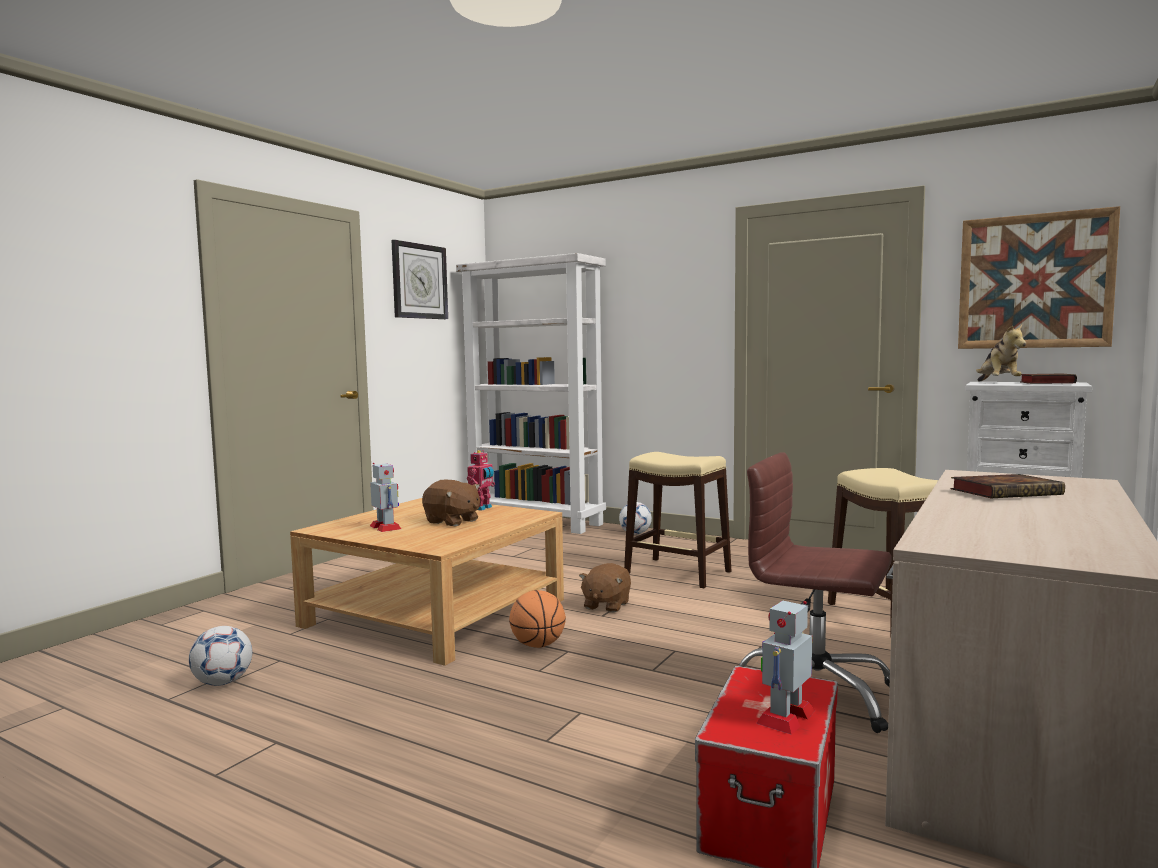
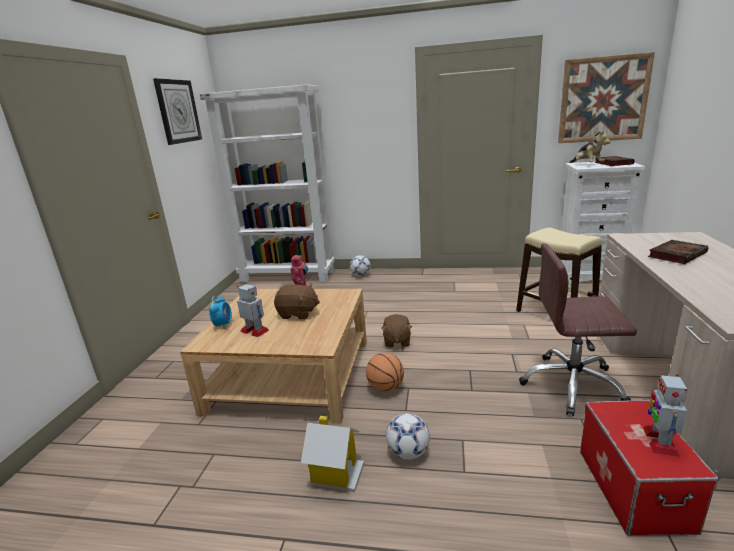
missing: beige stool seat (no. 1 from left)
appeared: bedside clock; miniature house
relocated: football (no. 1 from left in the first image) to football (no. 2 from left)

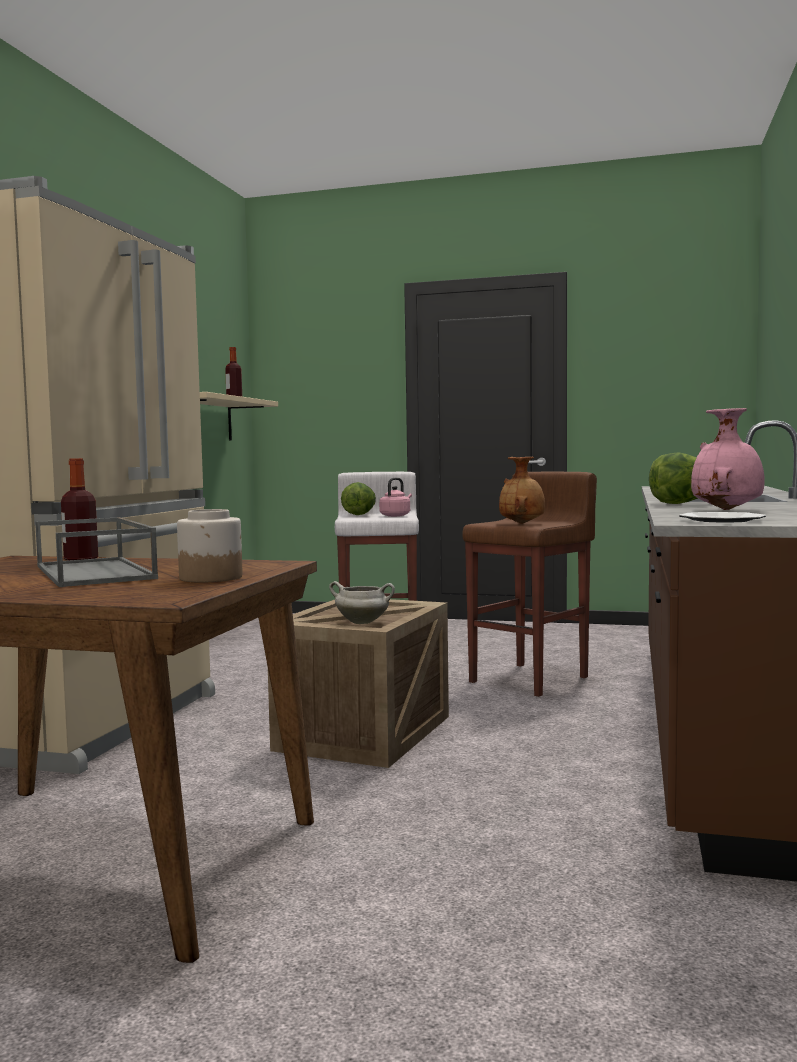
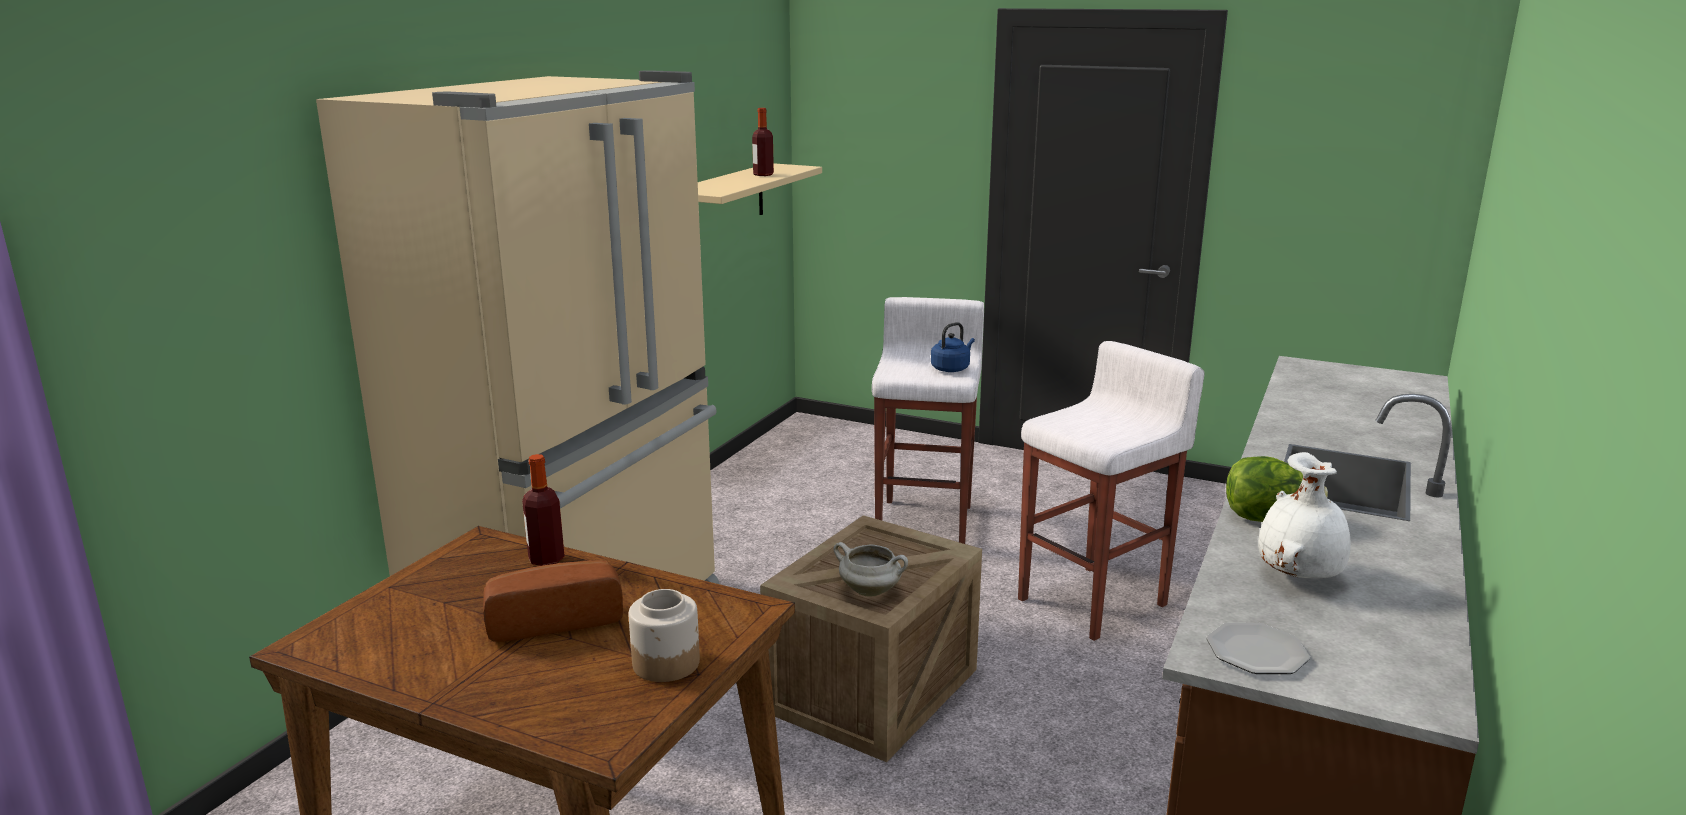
missing: brownish decorative vase; head of lettuce (no. 1 from left)
exchanged: gray serving tray to bakery bread
colour: pinkish decorative vase to whitish decorative vase; brownish stool seat to whitish stool seat (no. 2 from left); pinkish tea kettle to blue-coloured tea kettle

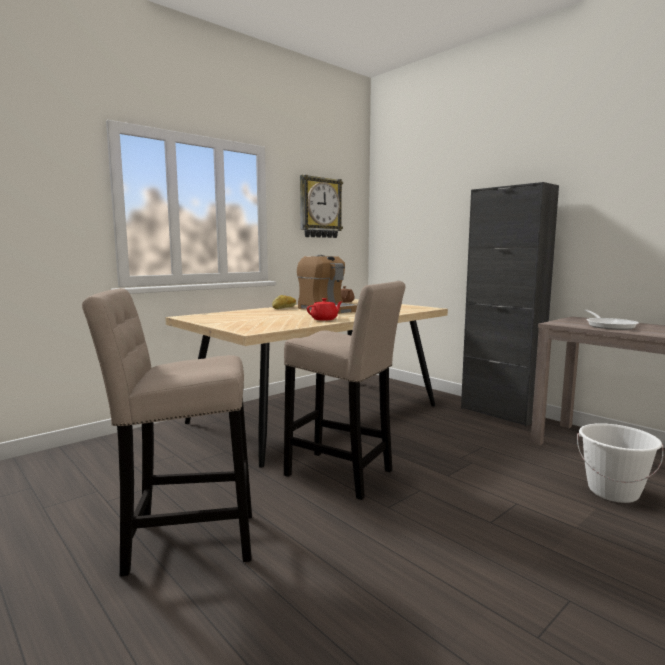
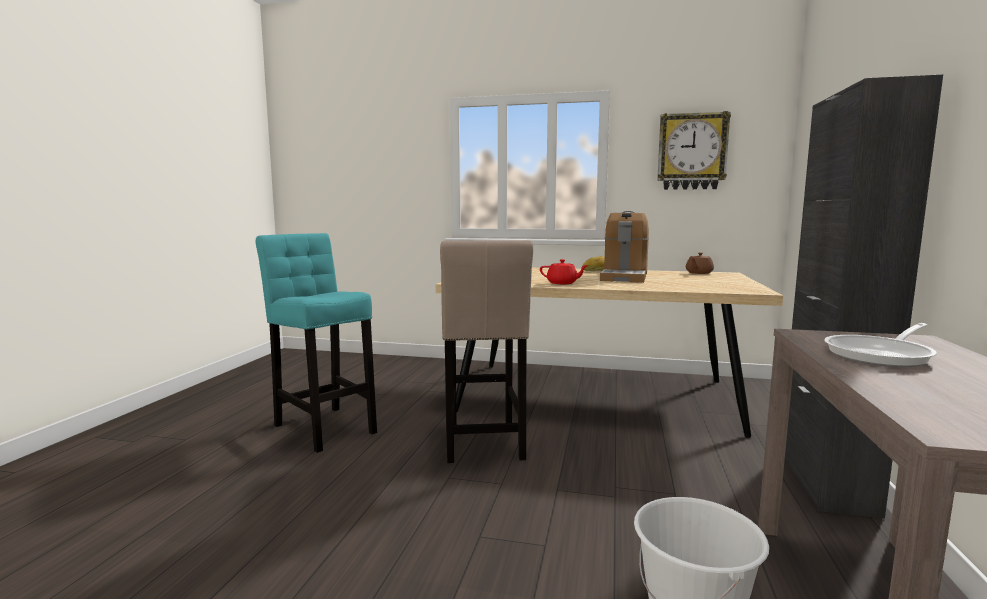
colour: beige stool seat (no. 1 from left) to turquoise-coloured stool seat

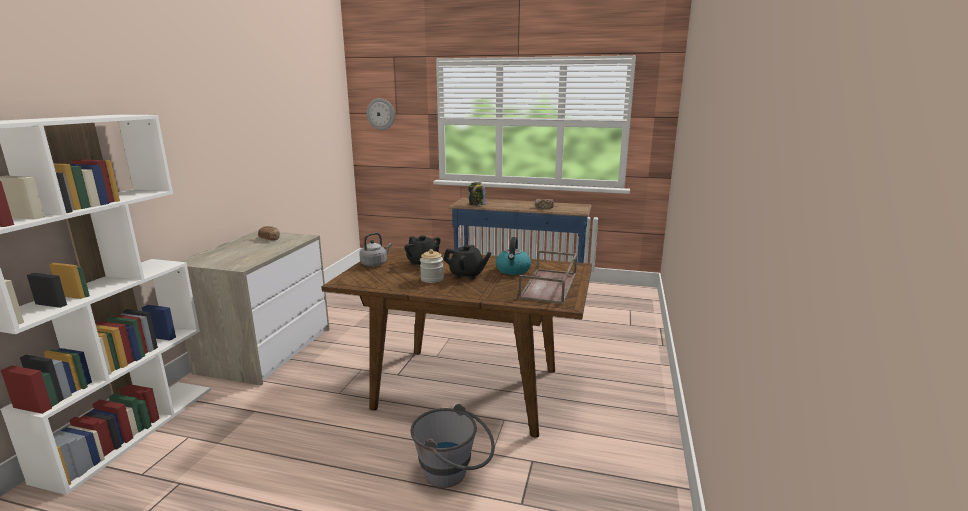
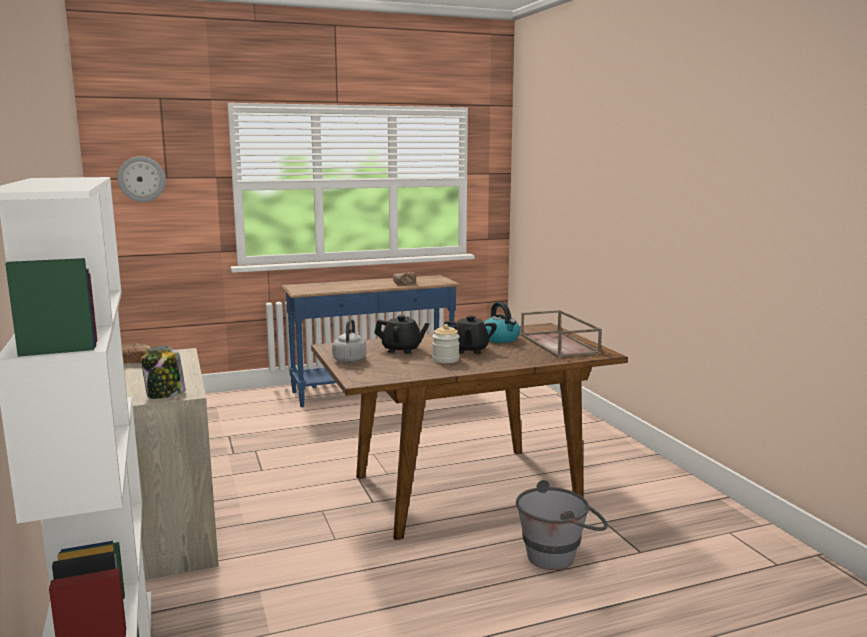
relocated: jar (no. 2 from left in the first image) to jar (no. 1 from left)
spun: black pot for tea (no. 2 from left) 120 degrees clockwise

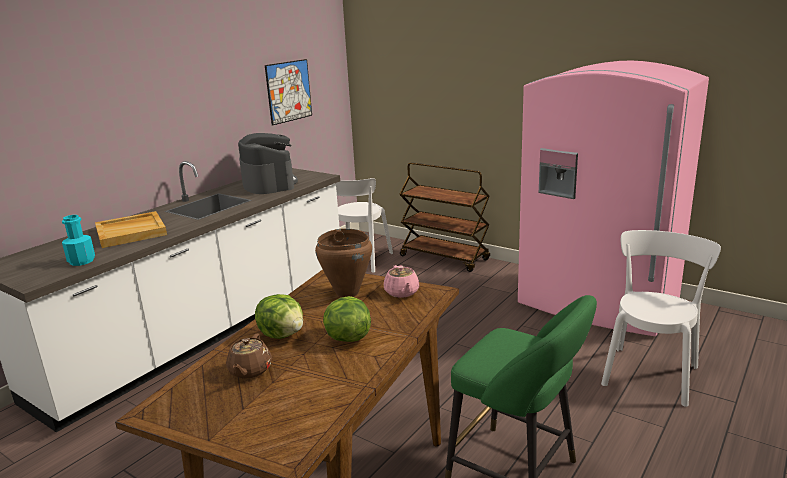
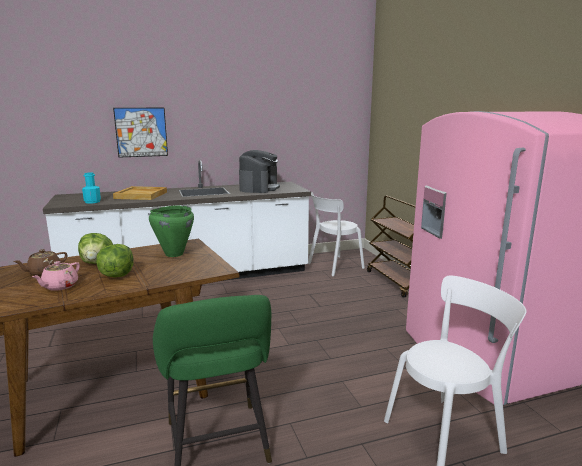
relocated: picture; pinkish pot for tea
colour: brownish saucepot to green saucepot

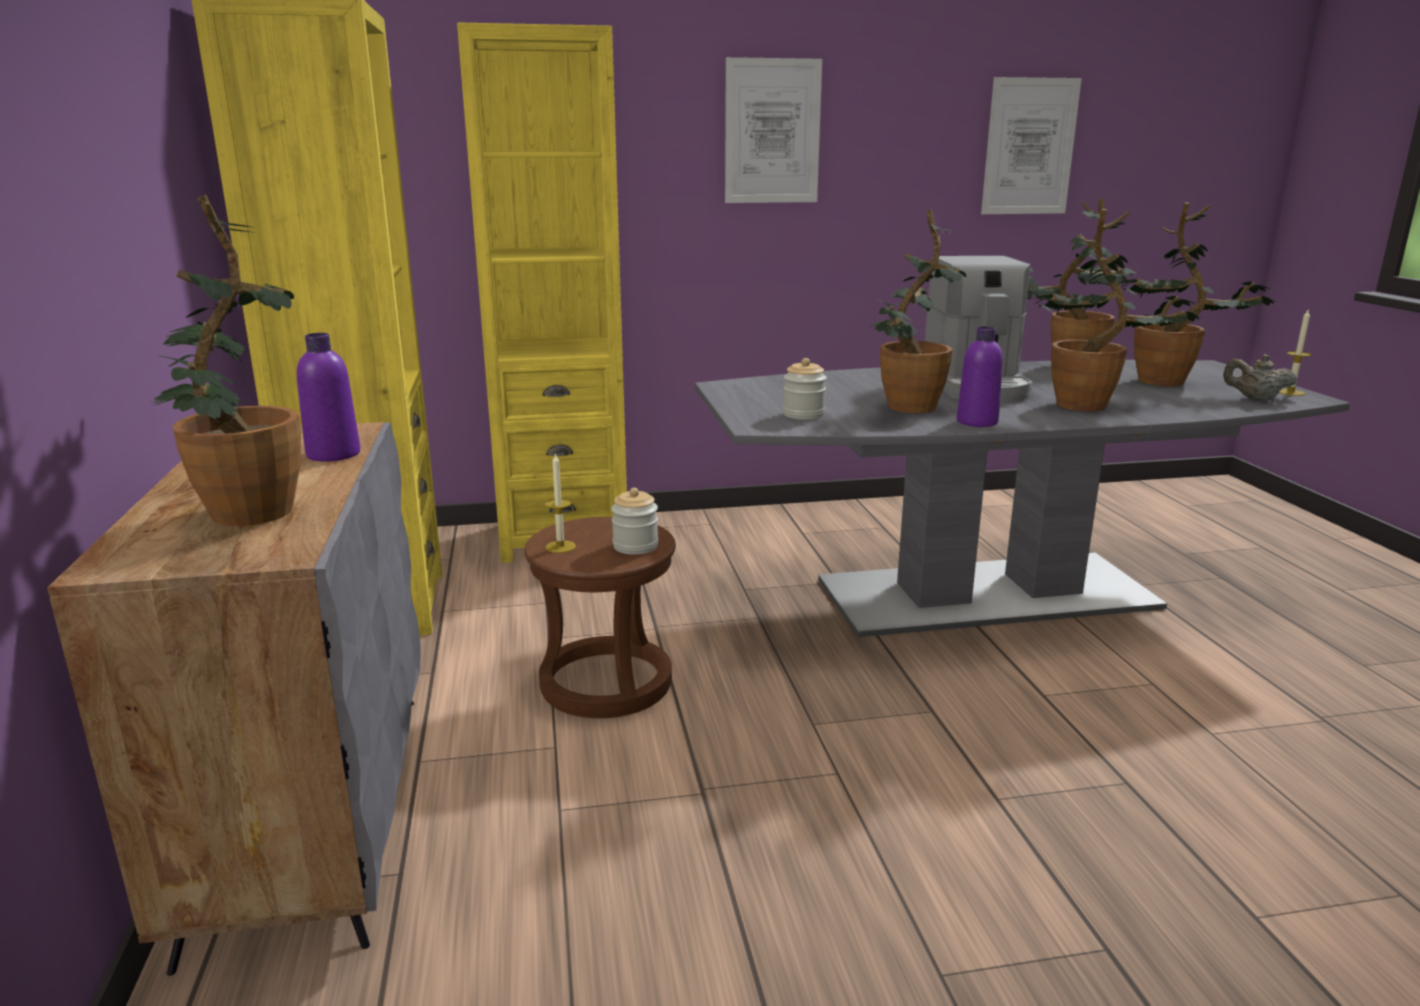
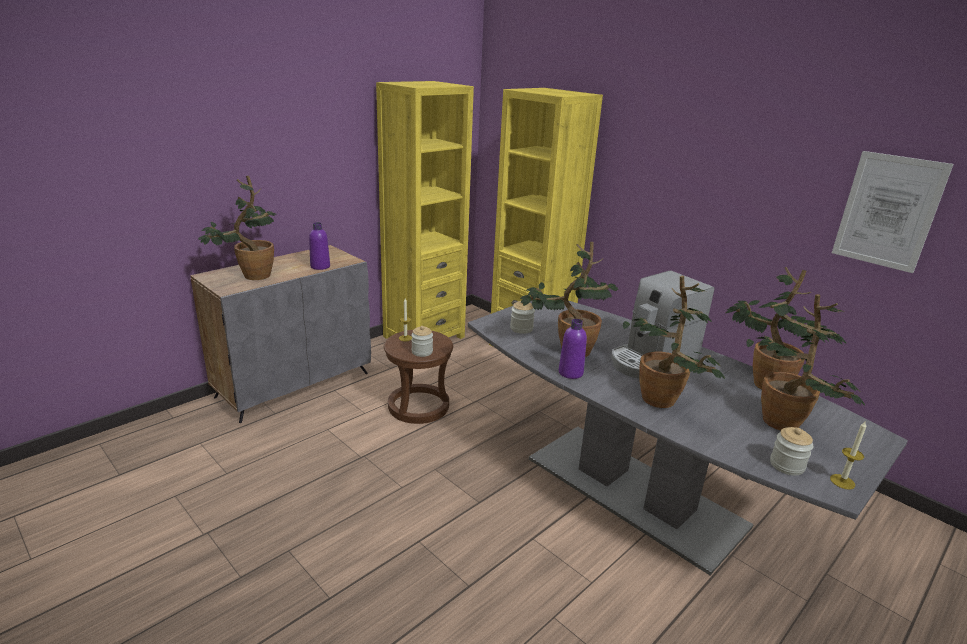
missing: picture (no. 1 from left)
exchanged: beige pot for tea to jar (no. 3 from left)

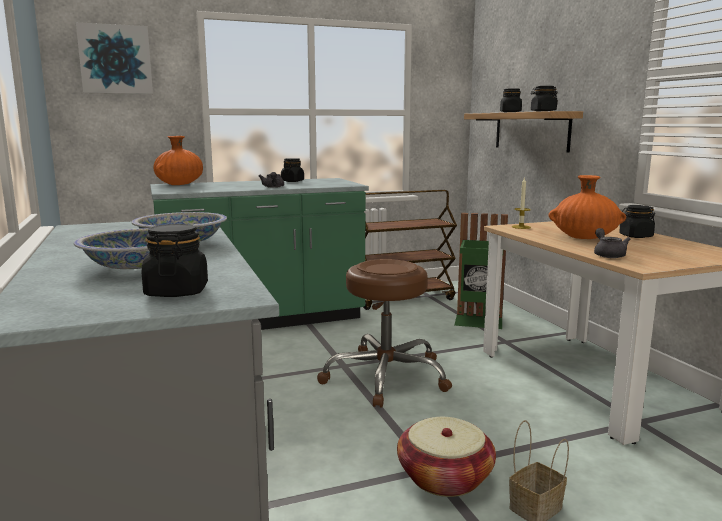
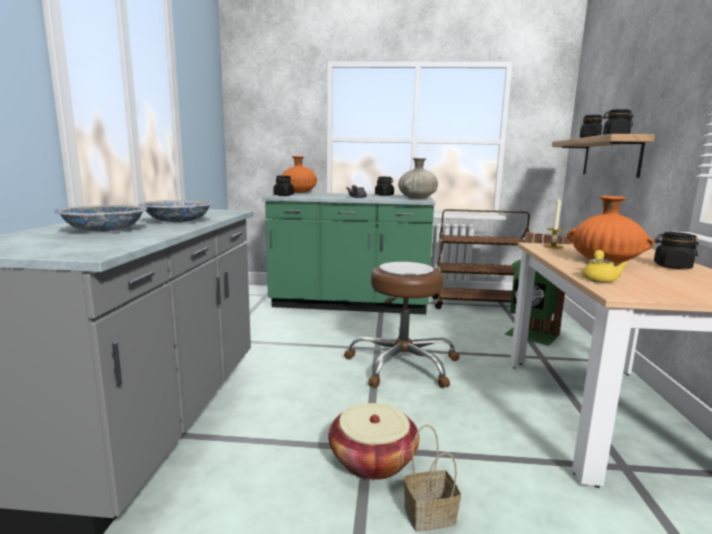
missing: picture
appeared: beige decorative vase
relocated: black jar (no. 1 from left)
colour: gray pot for tea (no. 2 from left) to yellow pot for tea; brownish flat dish to whitish flat dish

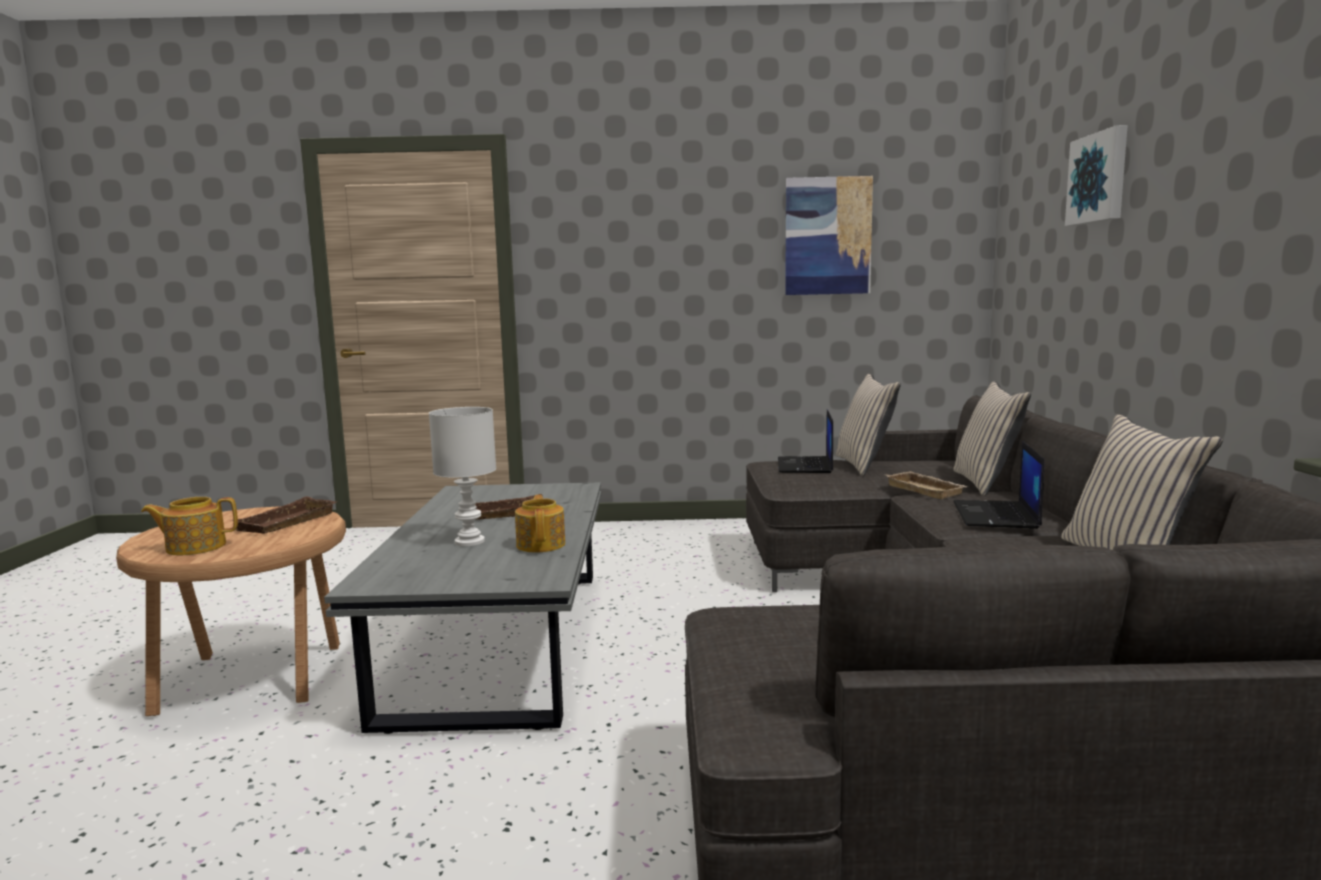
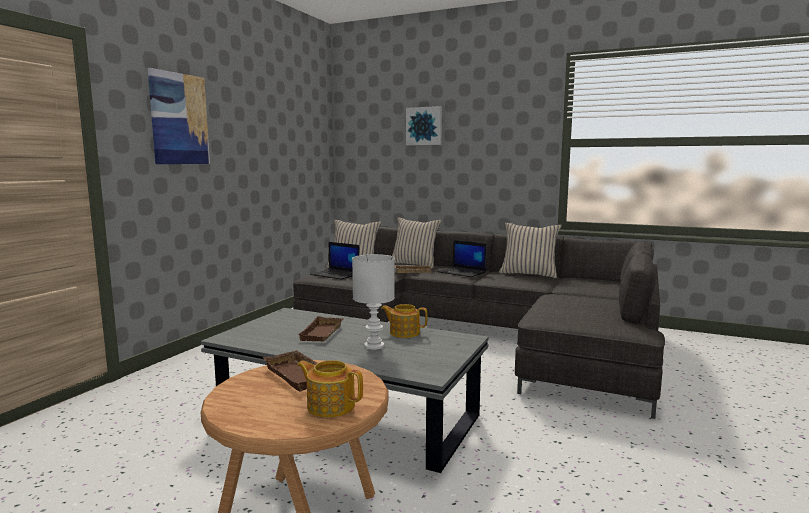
relocated: picture (no. 1 from left)
spun: pot for tea (no. 1 from left) 105 degrees clockwise

